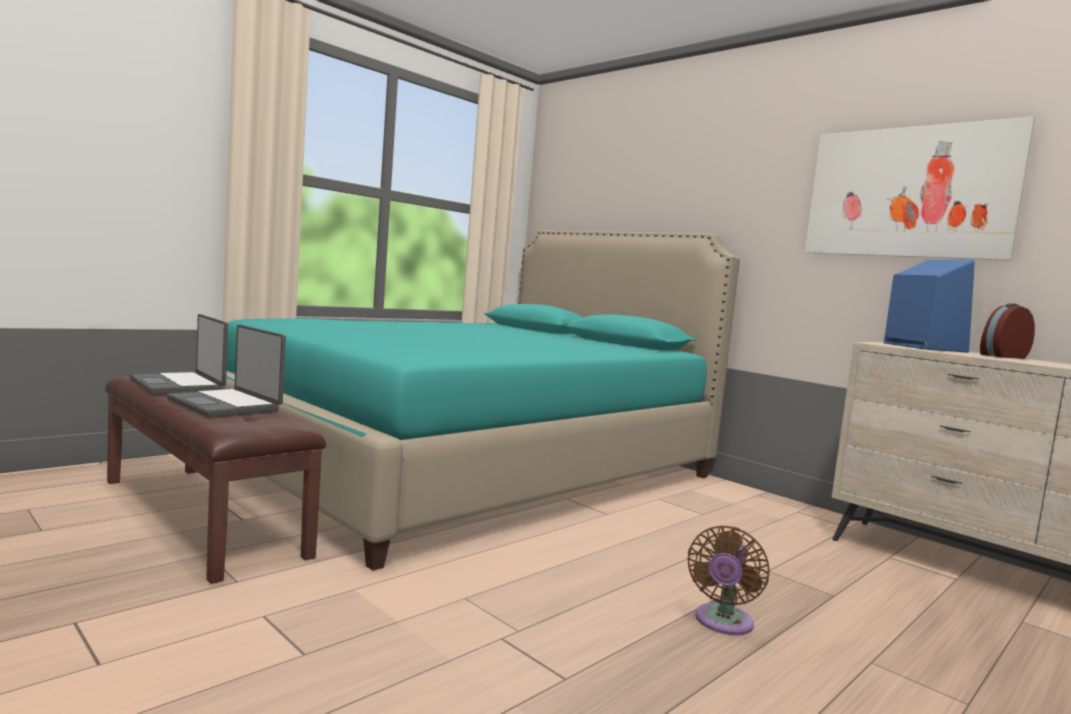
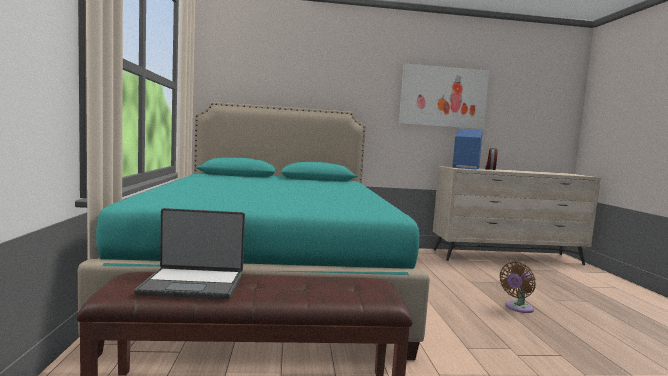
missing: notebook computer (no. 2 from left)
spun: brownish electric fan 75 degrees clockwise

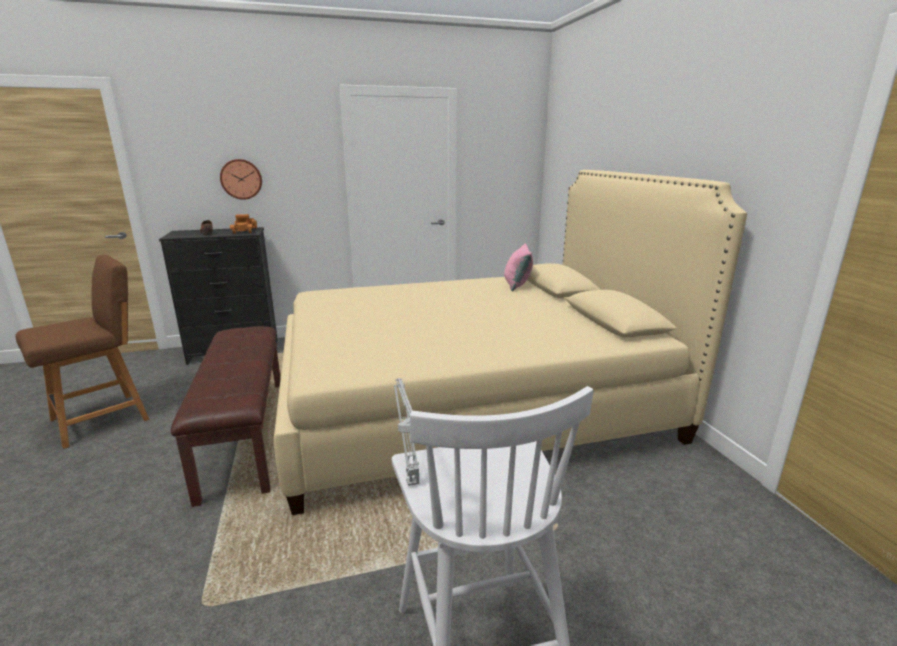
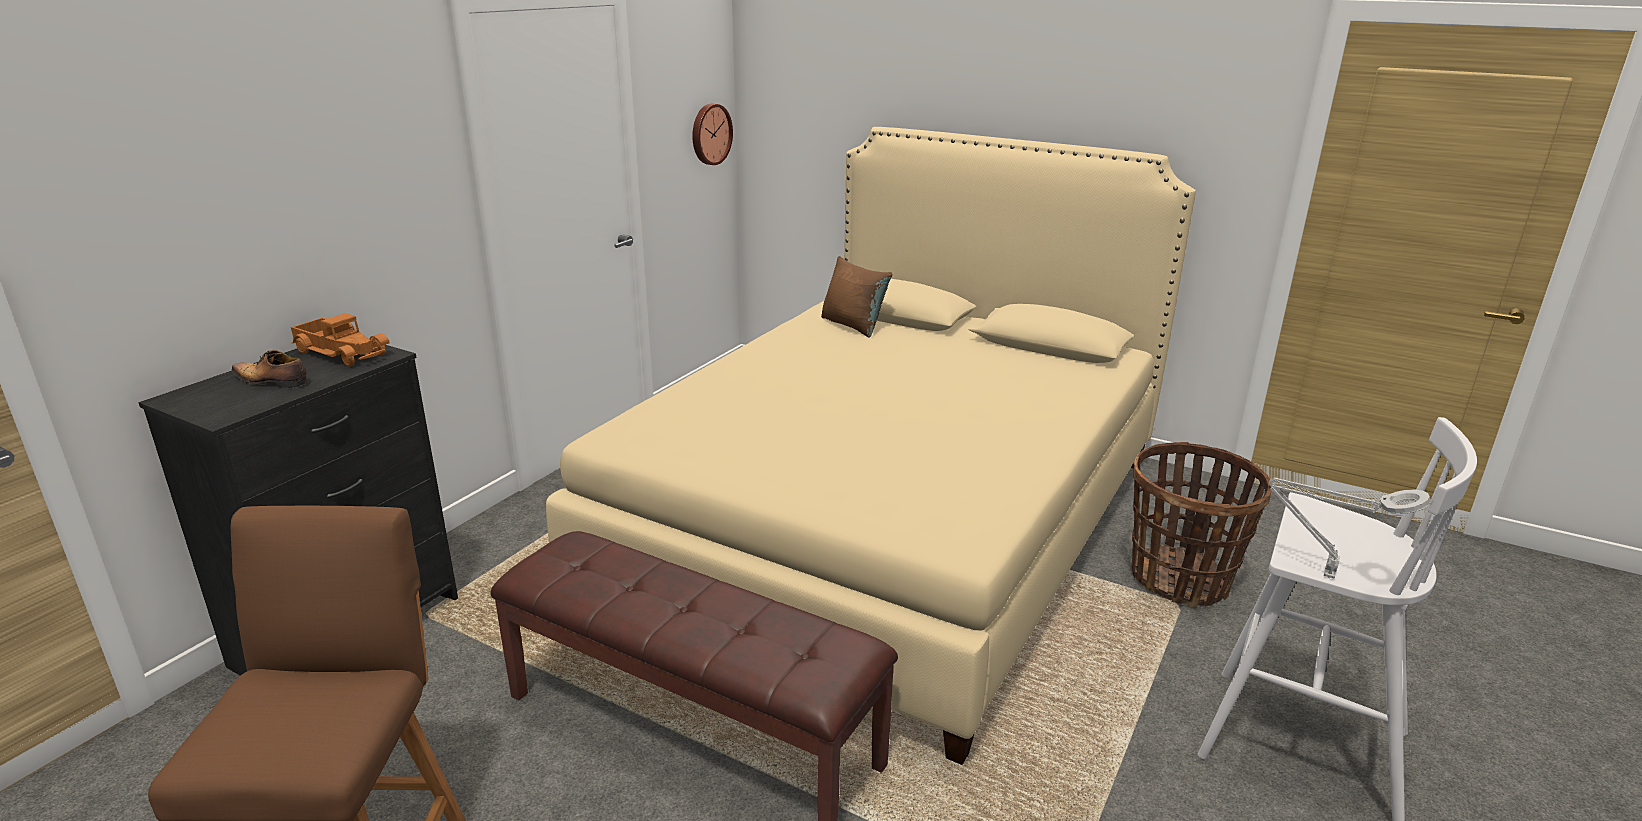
appeared: storage basket
relocated: clock on the wall
colour: pinkish pillow to brownish pillow

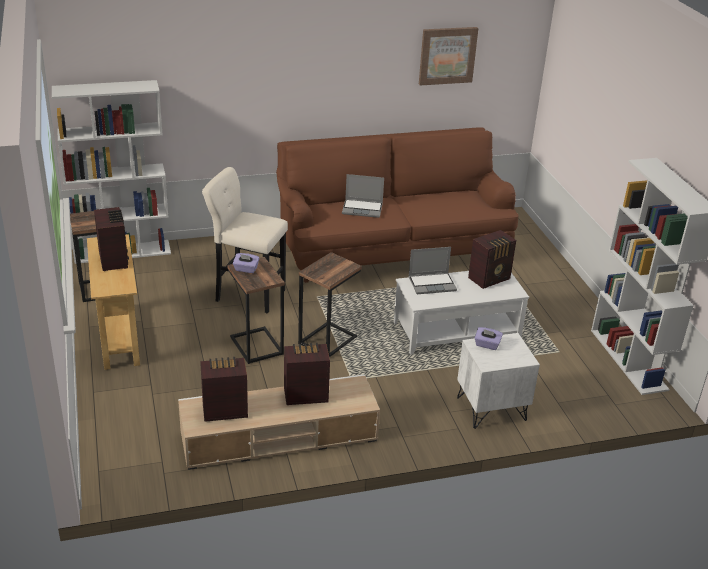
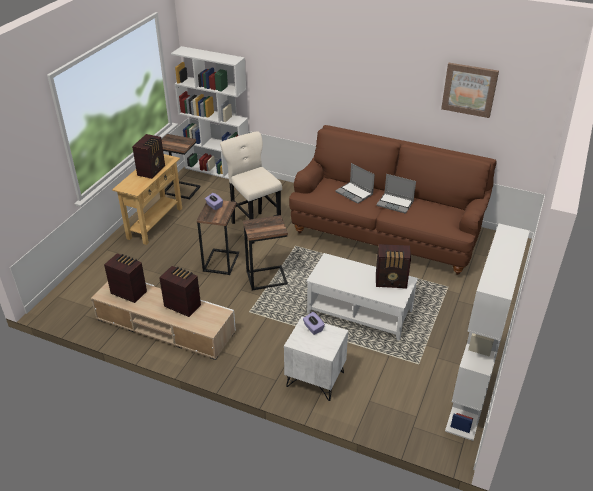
relocated: notebook computer (no. 2 from left)

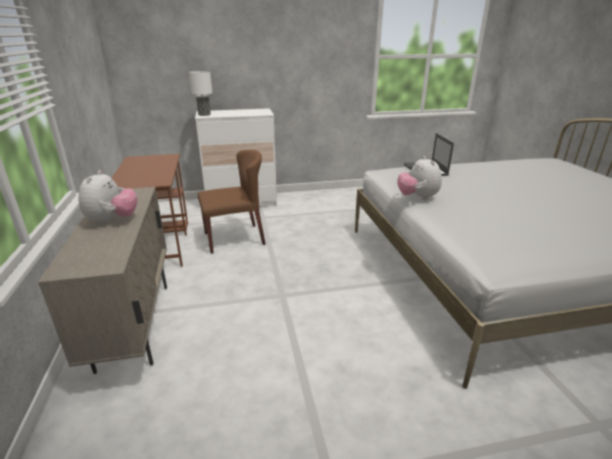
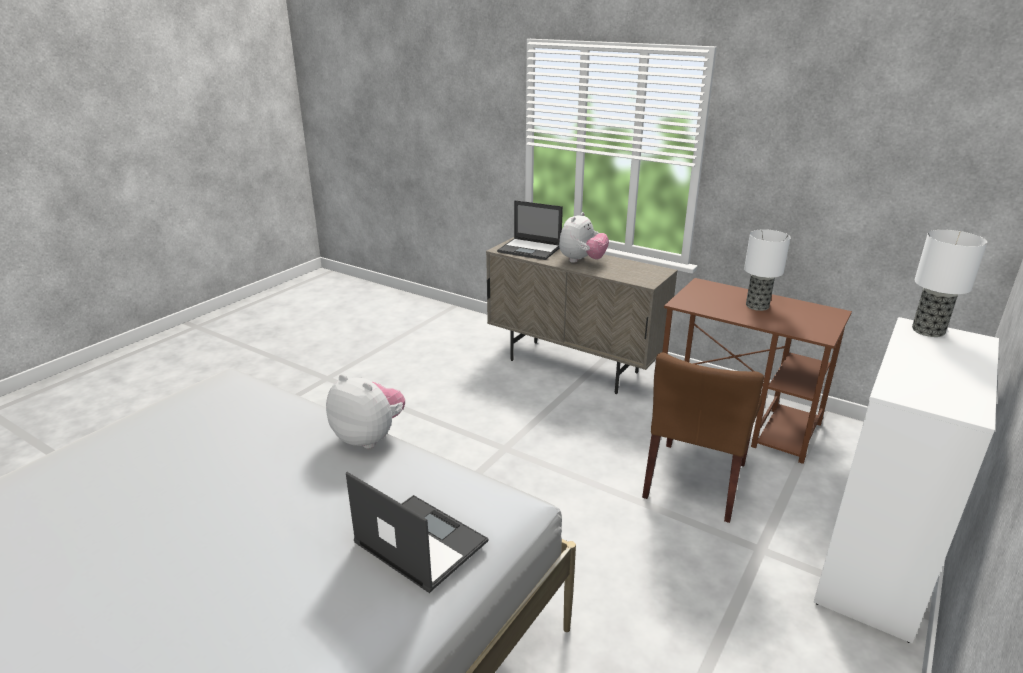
appeared: notebook computer (no. 2 from left); table lamp (no. 1 from left)
spun: plush toy (no. 1 from left in the first image) 105 degrees counterclockwise

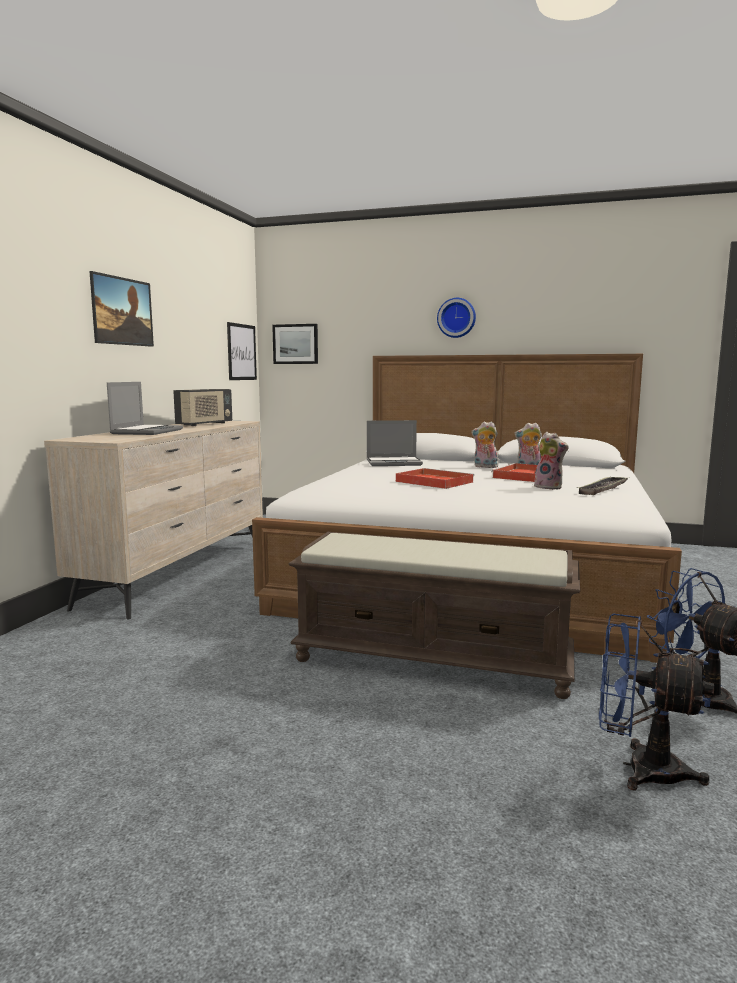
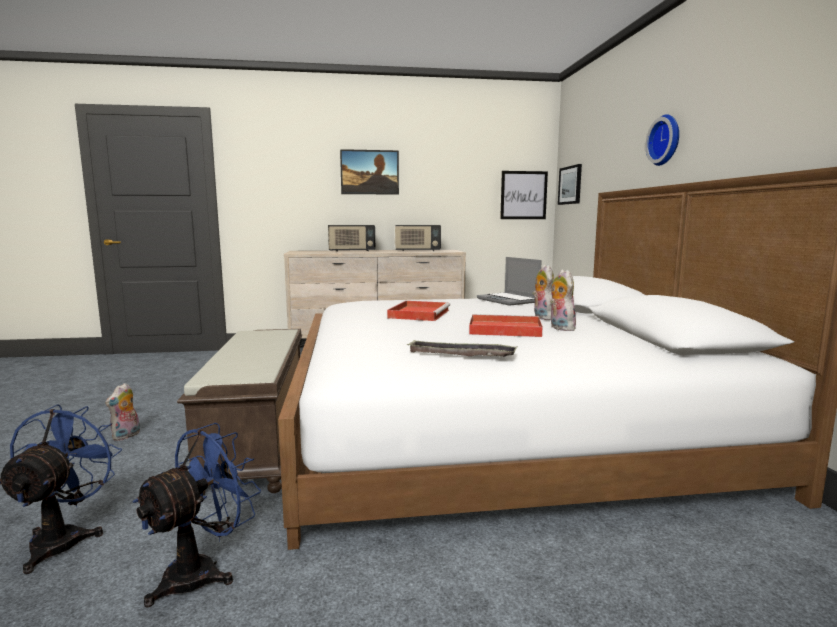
relocated: plush toy (no. 3 from left in the first image) to plush toy (no. 1 from left)
exchanged: notebook computer (no. 1 from left) to radio (no. 1 from left)

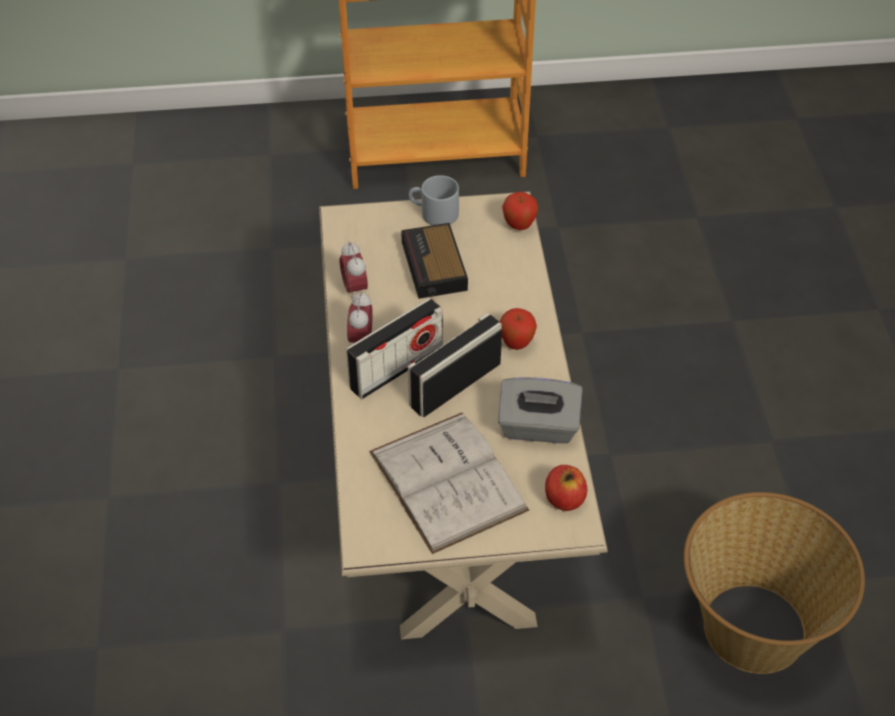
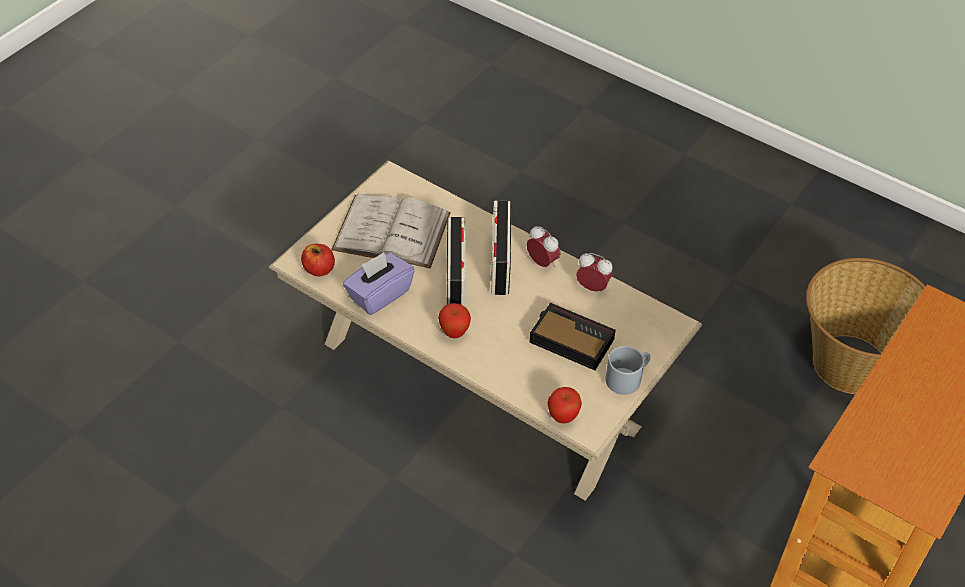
relocated: storage basket
colour: gray tissue box to purplish tissue box

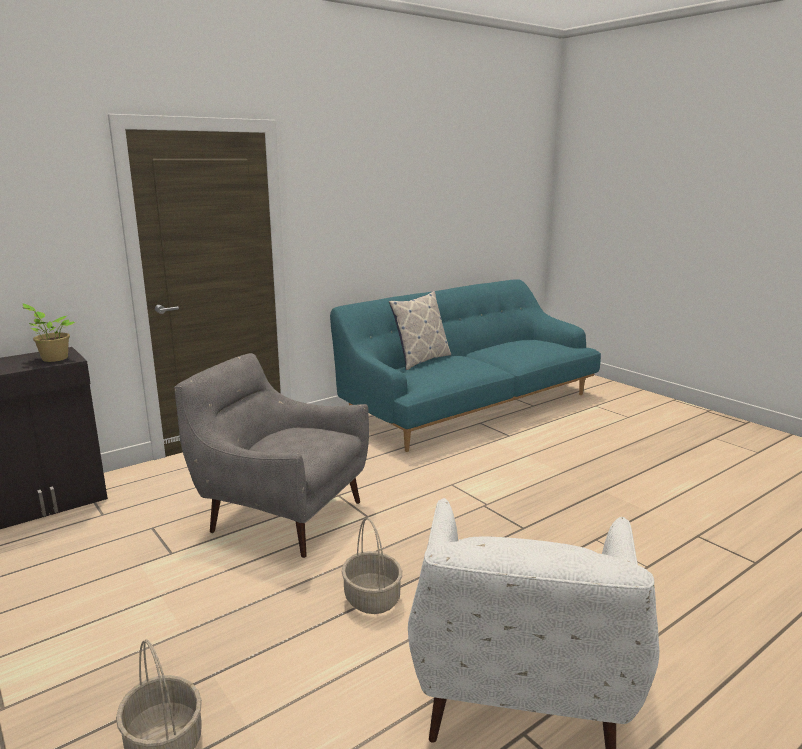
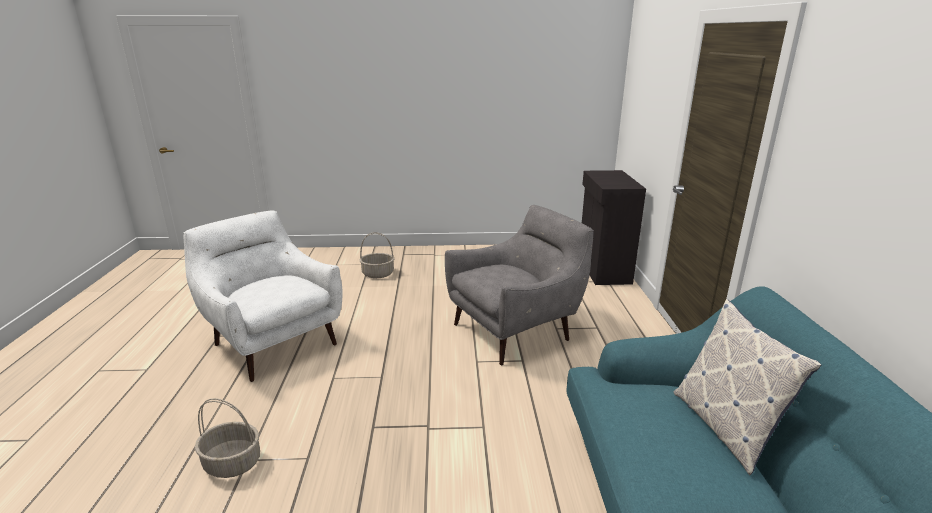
missing: potted plant
relocated: storage basket (no. 2 from left in the first image) to storage basket (no. 1 from left)

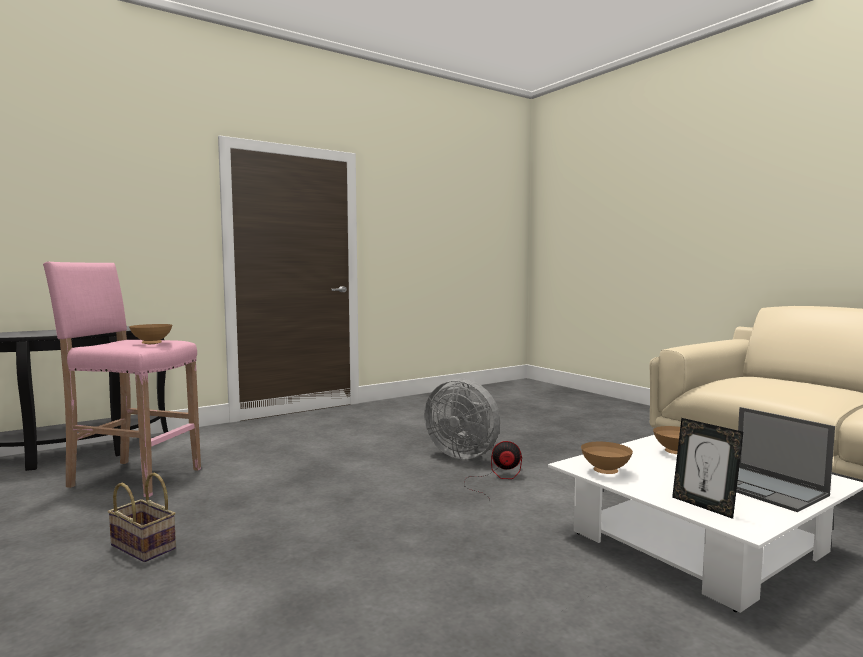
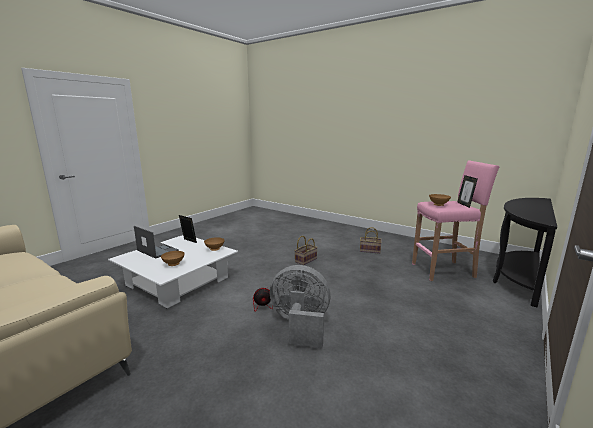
appeared: standing frame (no. 2 from left); storage basket (no. 1 from left)

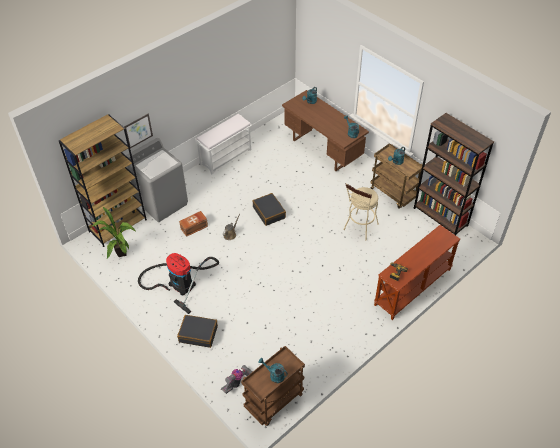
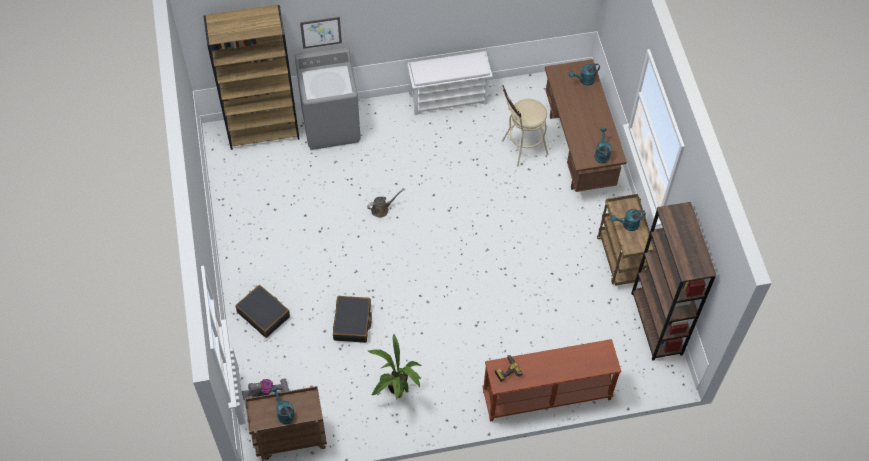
missing: brownish storage bin; hoover (no. 1 from left)
relocated: beige stool seat; black travel case (no. 2 from left); potted plant

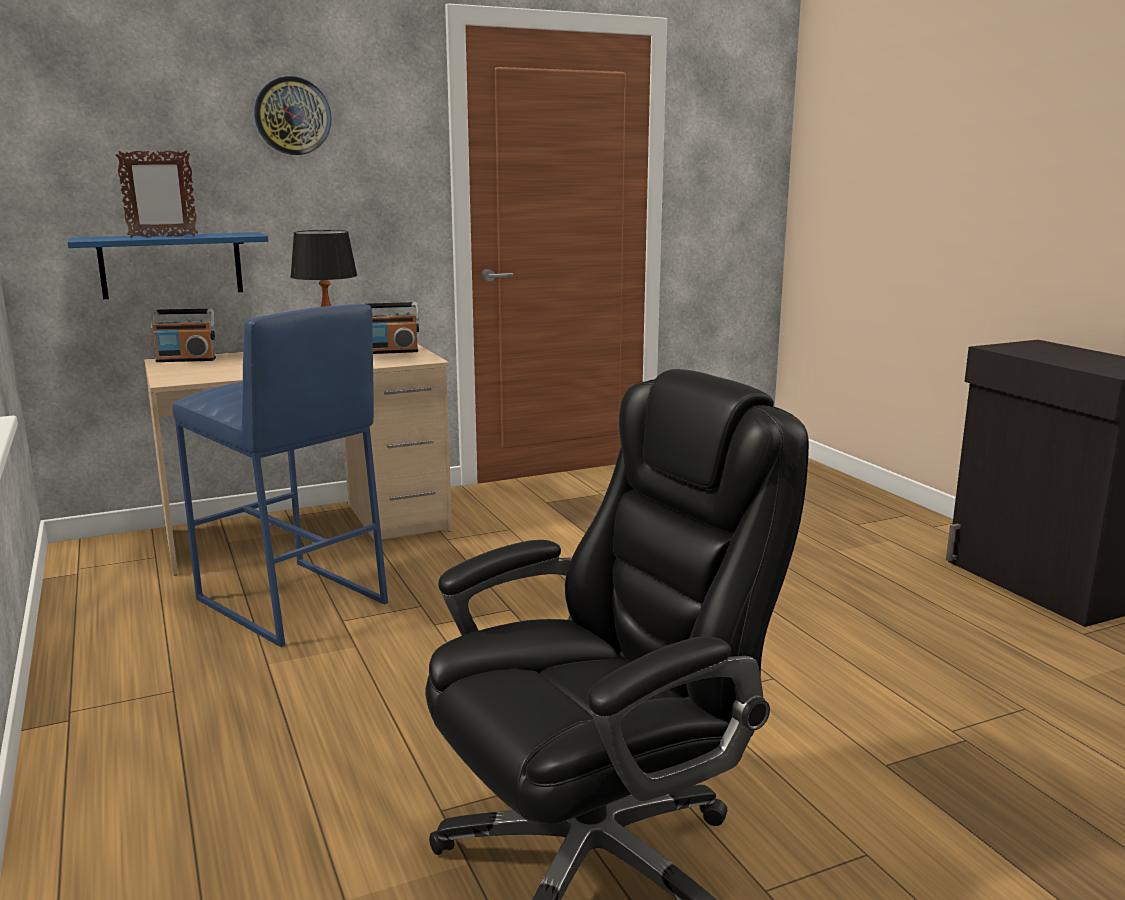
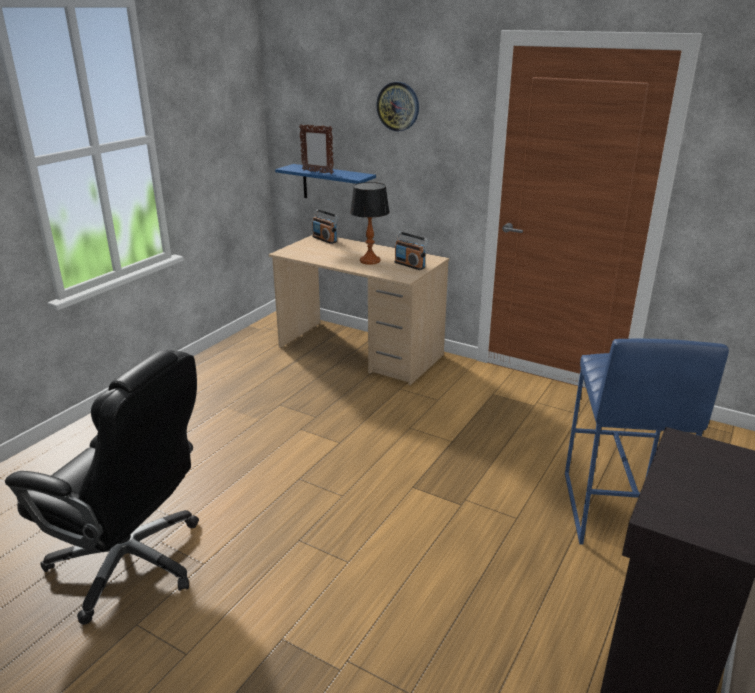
relocated: blue-coloured stool seat

